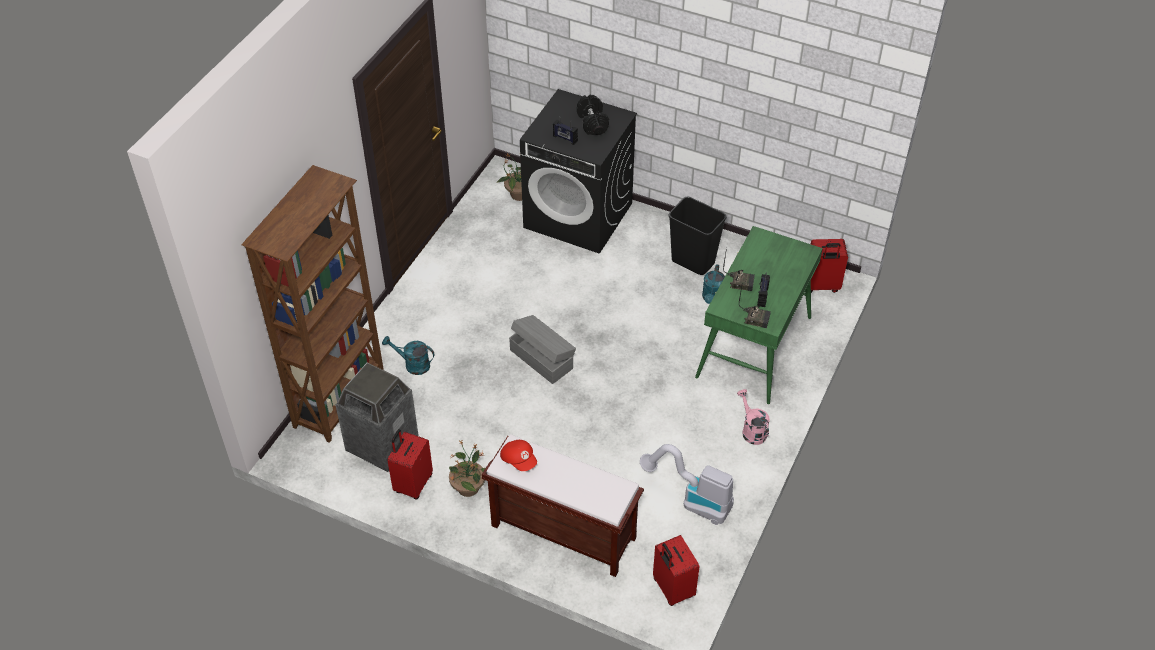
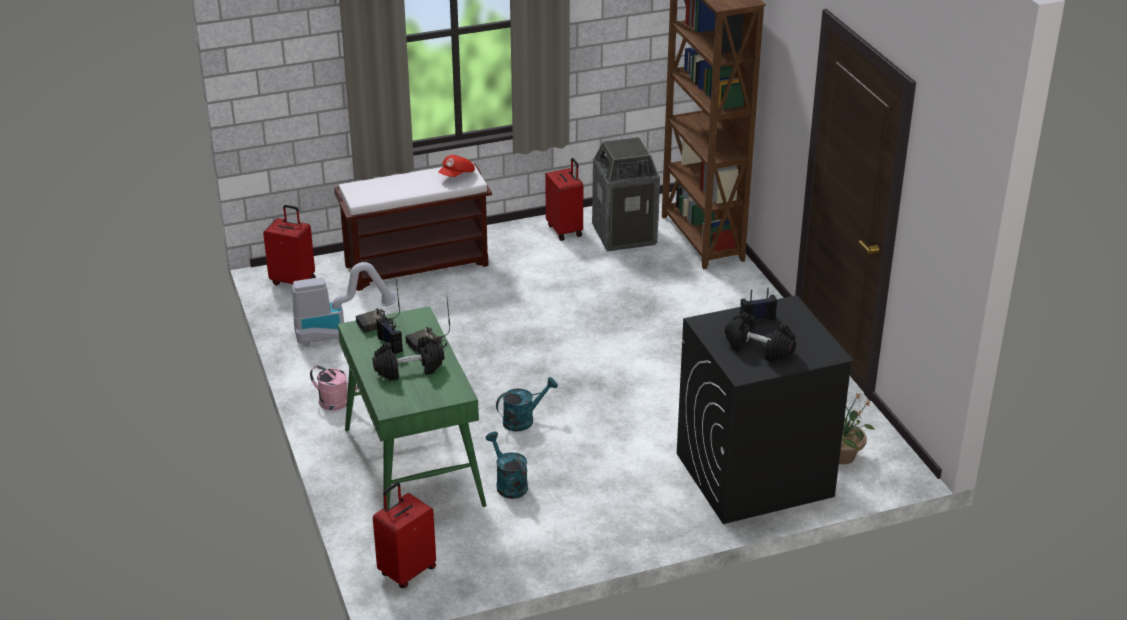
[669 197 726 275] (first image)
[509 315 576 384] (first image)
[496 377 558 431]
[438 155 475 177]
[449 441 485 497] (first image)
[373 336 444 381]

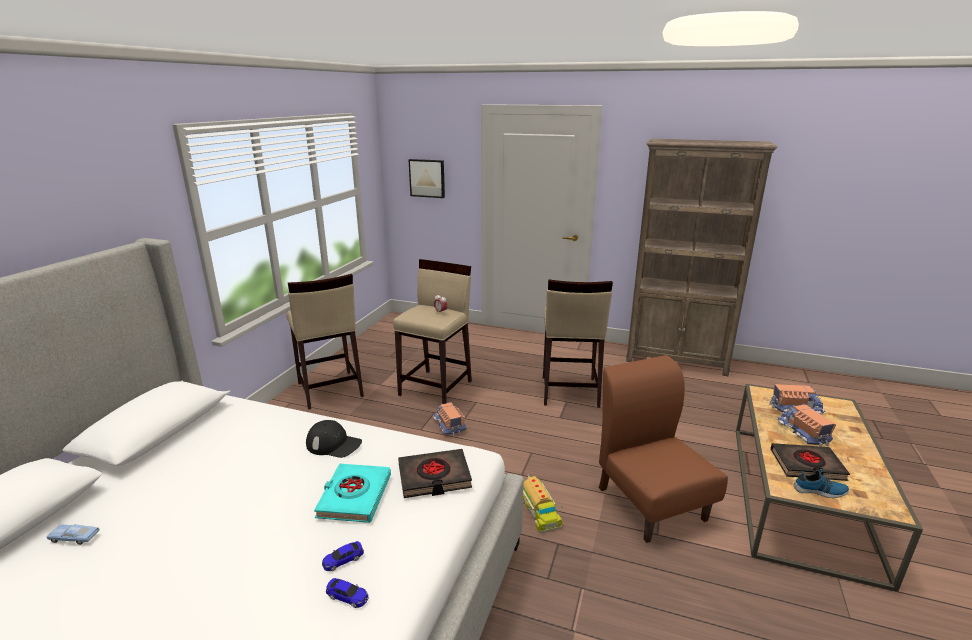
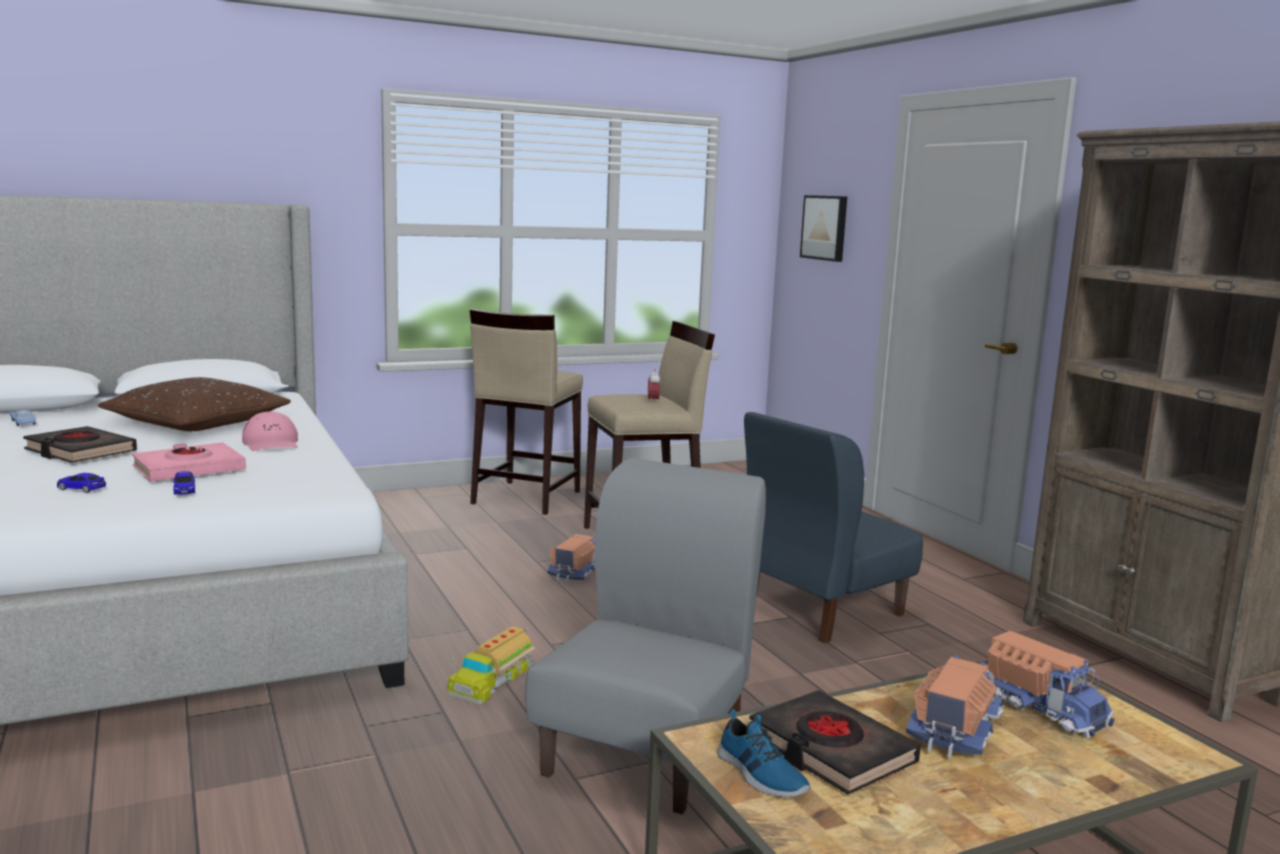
[744 412 923 643]
[525 458 766 815]
[242 412 298 451]
[23 426 137 463]
[132 442 246 482]
[173 471 195 495]
[98 377 291 431]

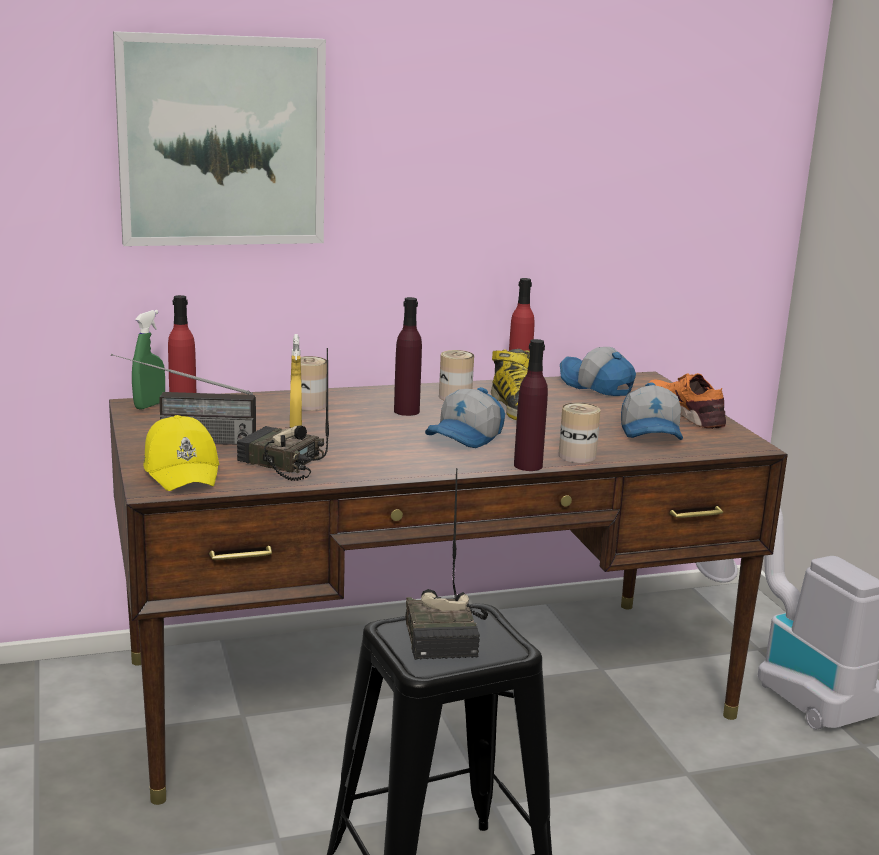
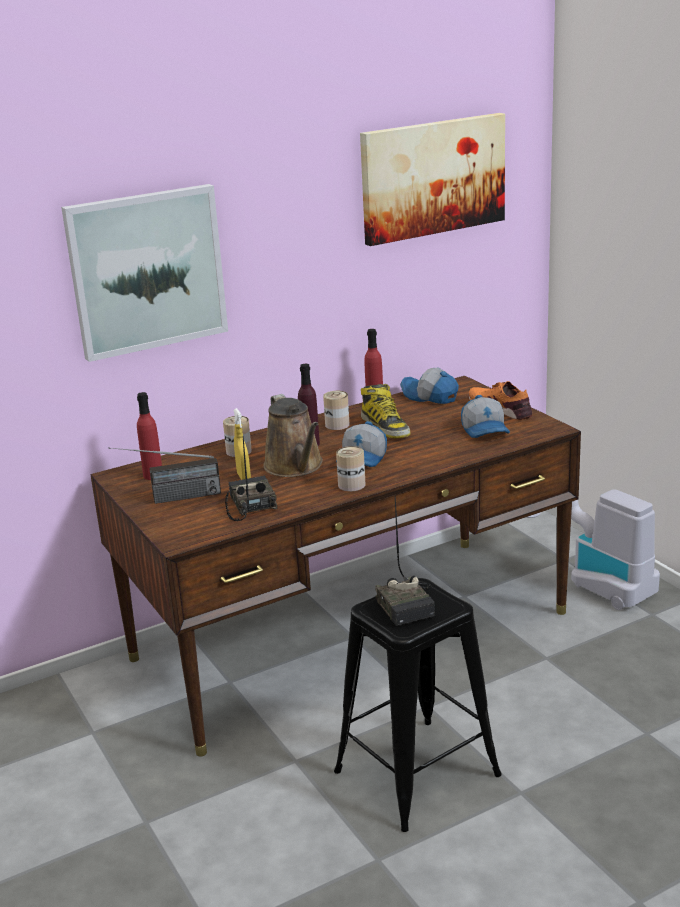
[132 310 165 410] (first image)
[514 339 548 471] (first image)
[225 438 277 521]
[336 446 366 491]
[143 415 220 491] (first image)
[360 113 505 246]
[263 394 323 477]

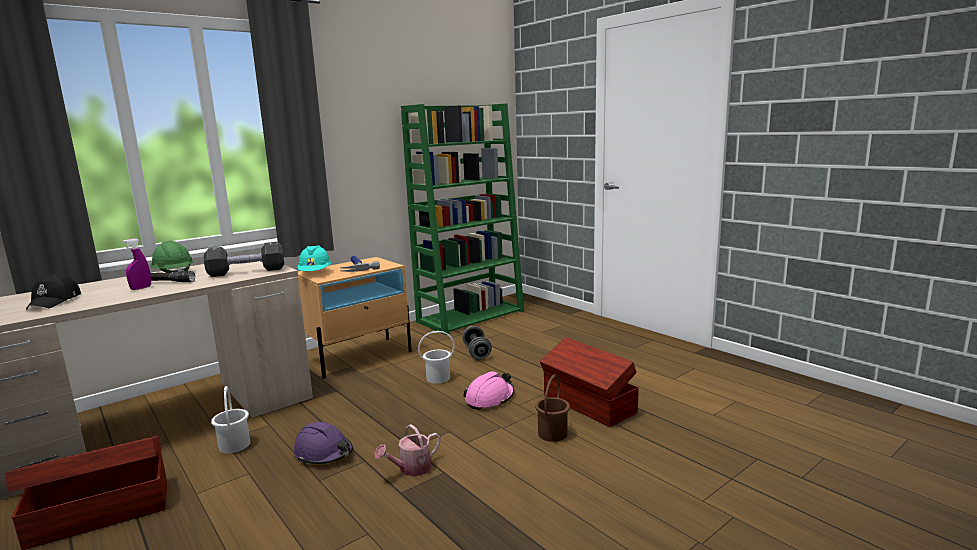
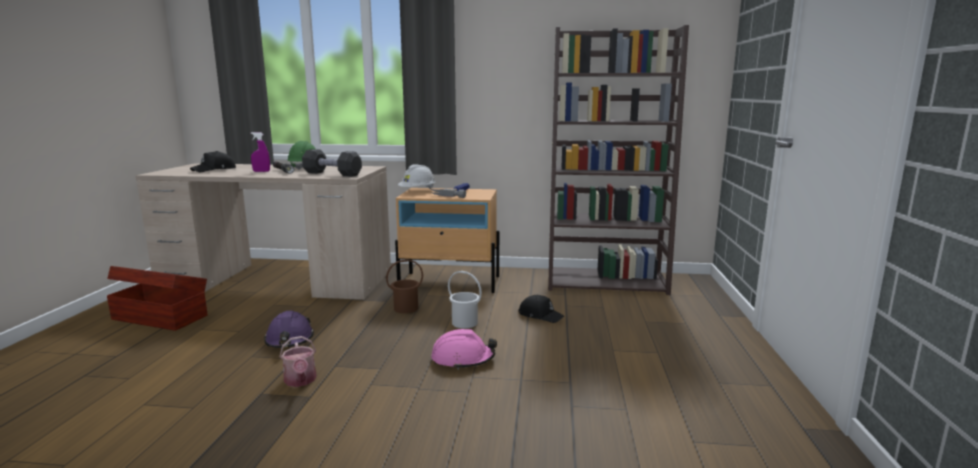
[548 25 689 295]
[398 164 435 189]
[518 295 564 323]
[540 337 639 427] (first image)
[386 259 423 313]
[211 386 250 453] (first image)
[279 336 317 387]

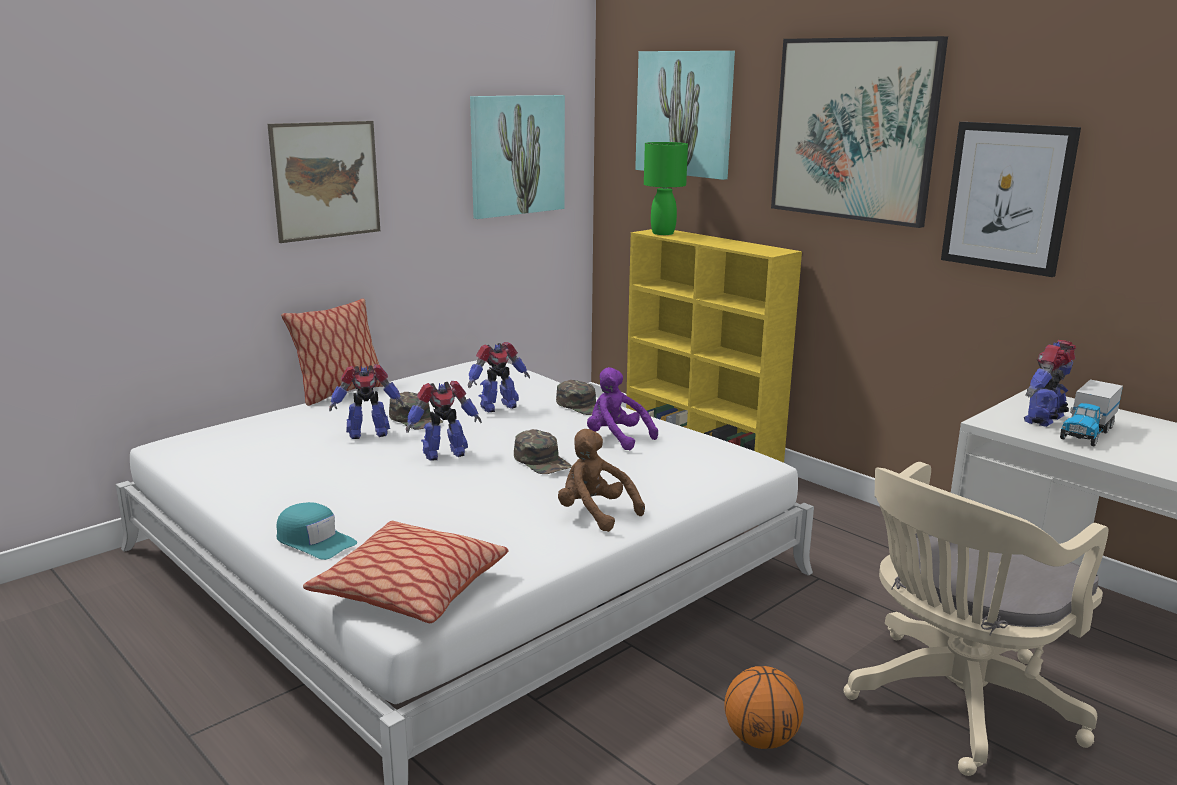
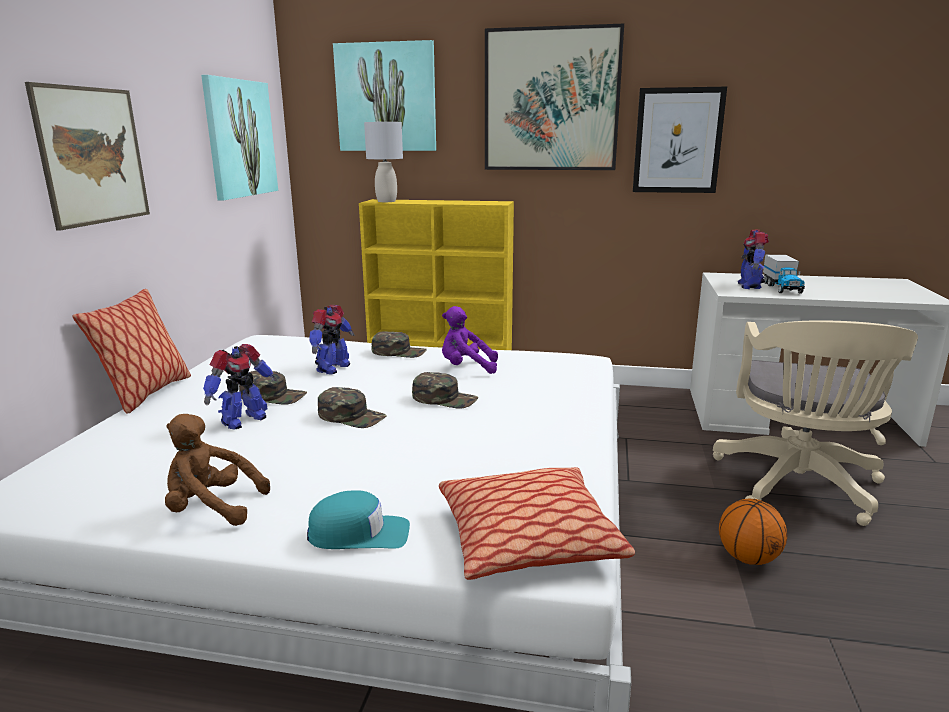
[364 122 403 202]
[318 387 387 428]
[165 414 270 526]

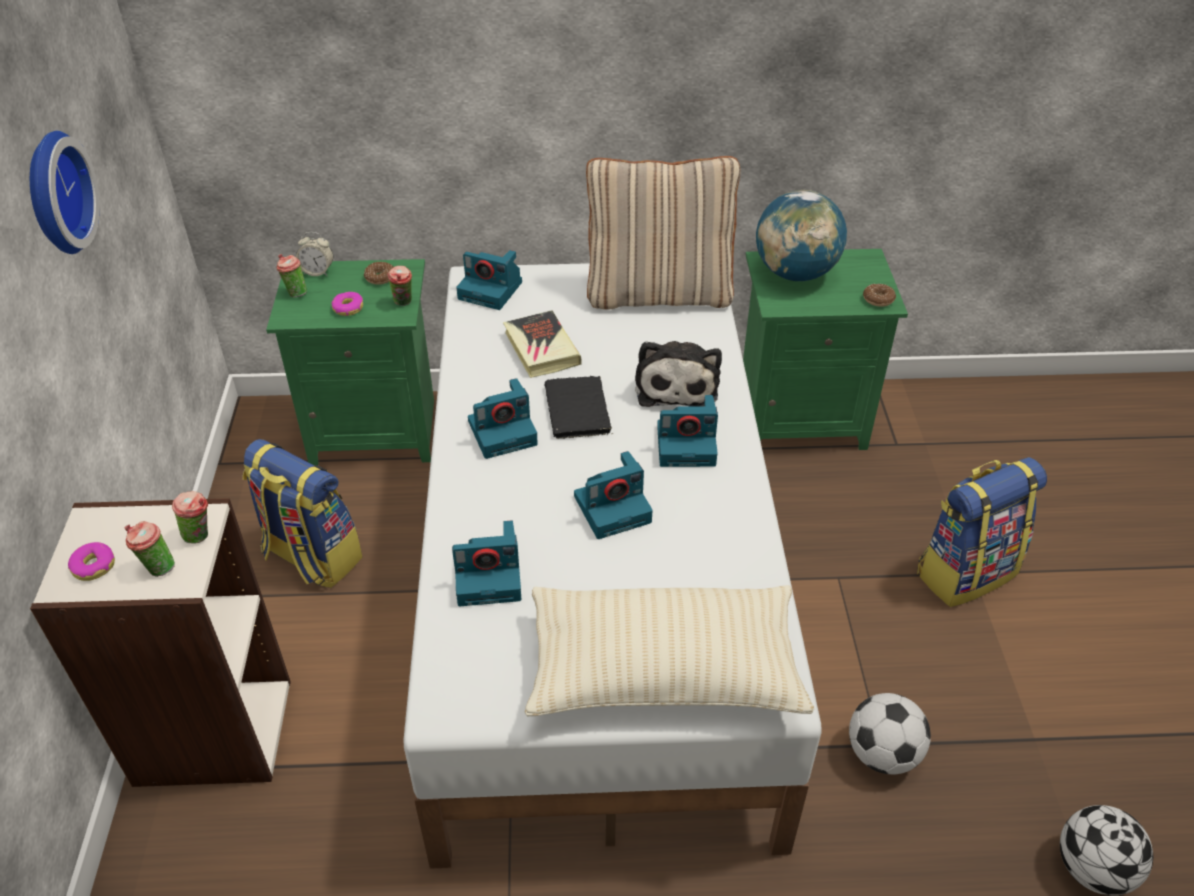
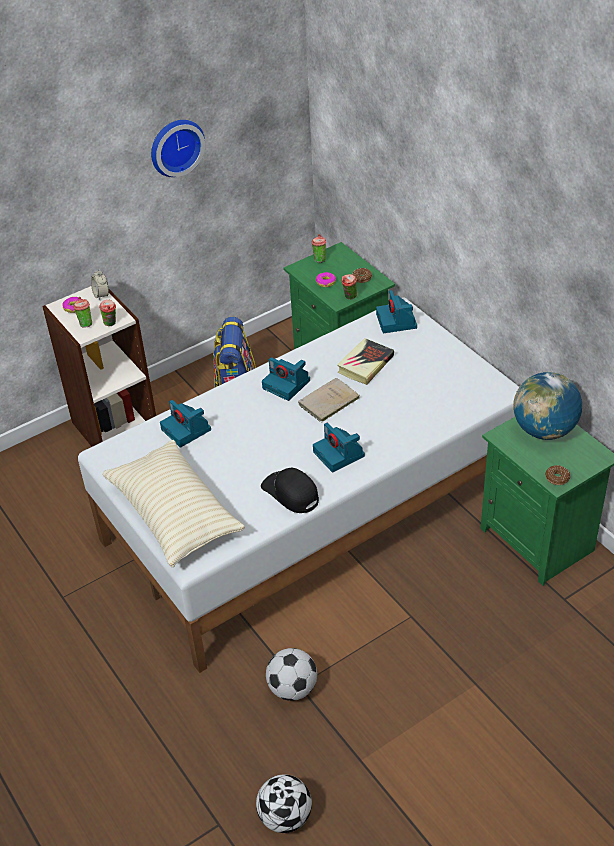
[586 156 740 310] (first image)
[91 269 109 300]
[635 341 722 407] (first image)
[298 378 360 422]
[574 451 653 539] (first image)
[917 457 1047 607] (first image)
[261 468 319 513]

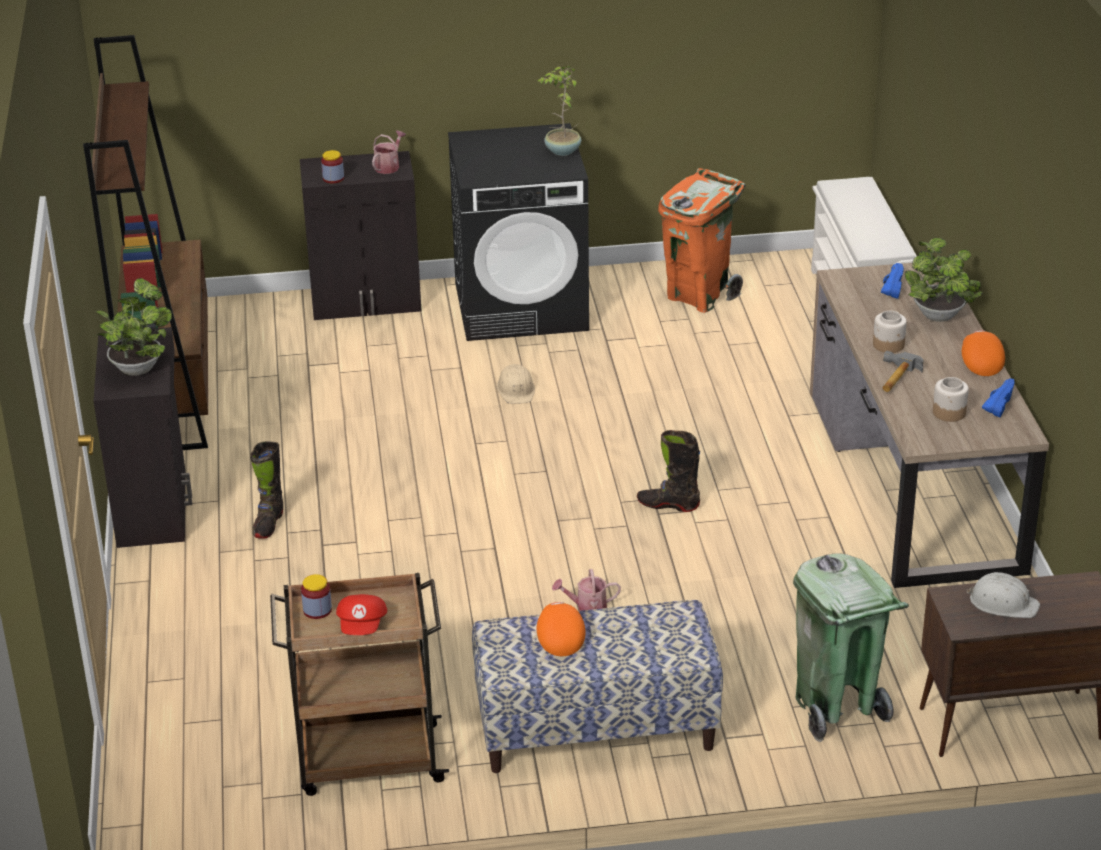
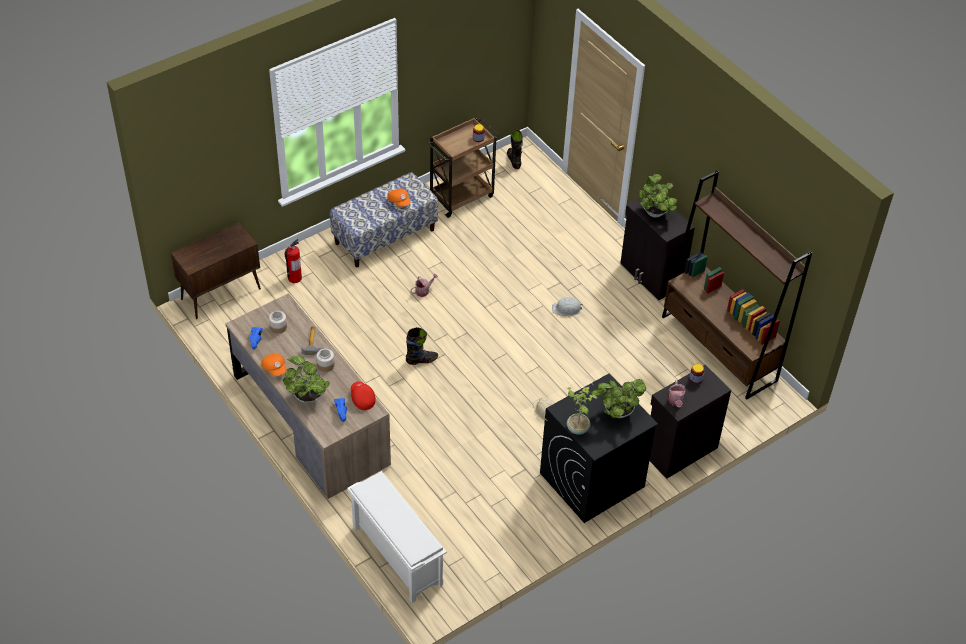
[658 168 745 313] (first image)
[507 130 523 169]
[285 239 302 283]
[552 297 583 316]
[351 382 376 410]
[591 379 646 418]

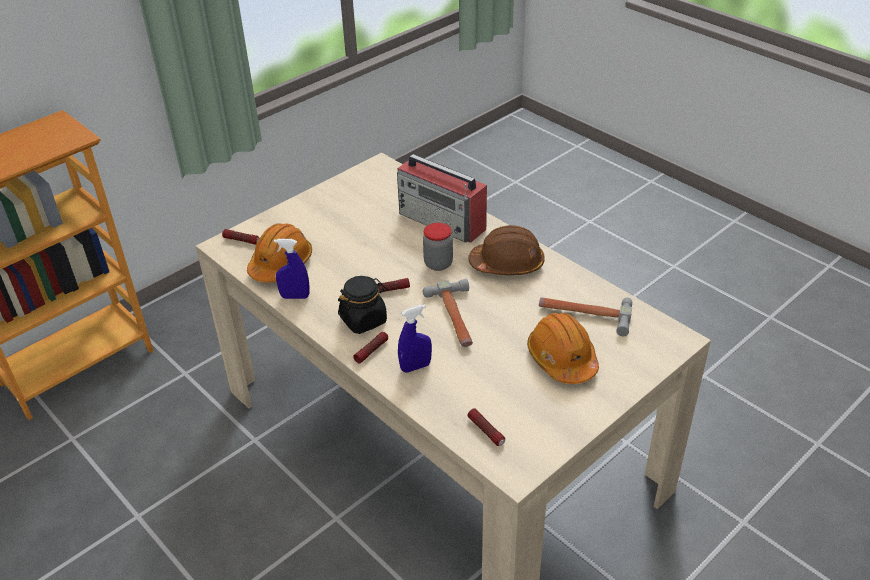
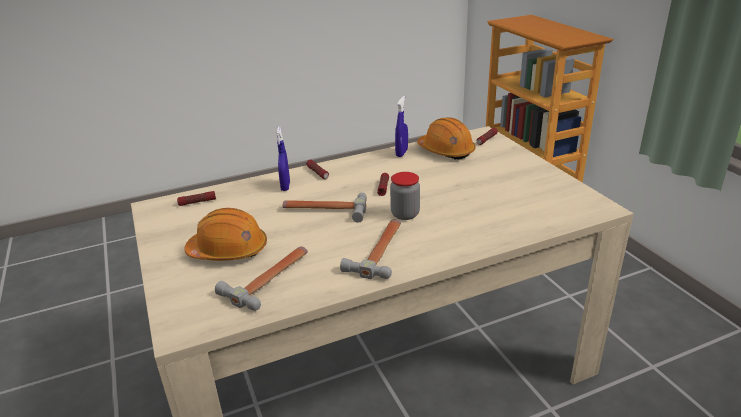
[397 154 487 243] (first image)
[340 220 401 279]
[338 276 387 334] (first image)

